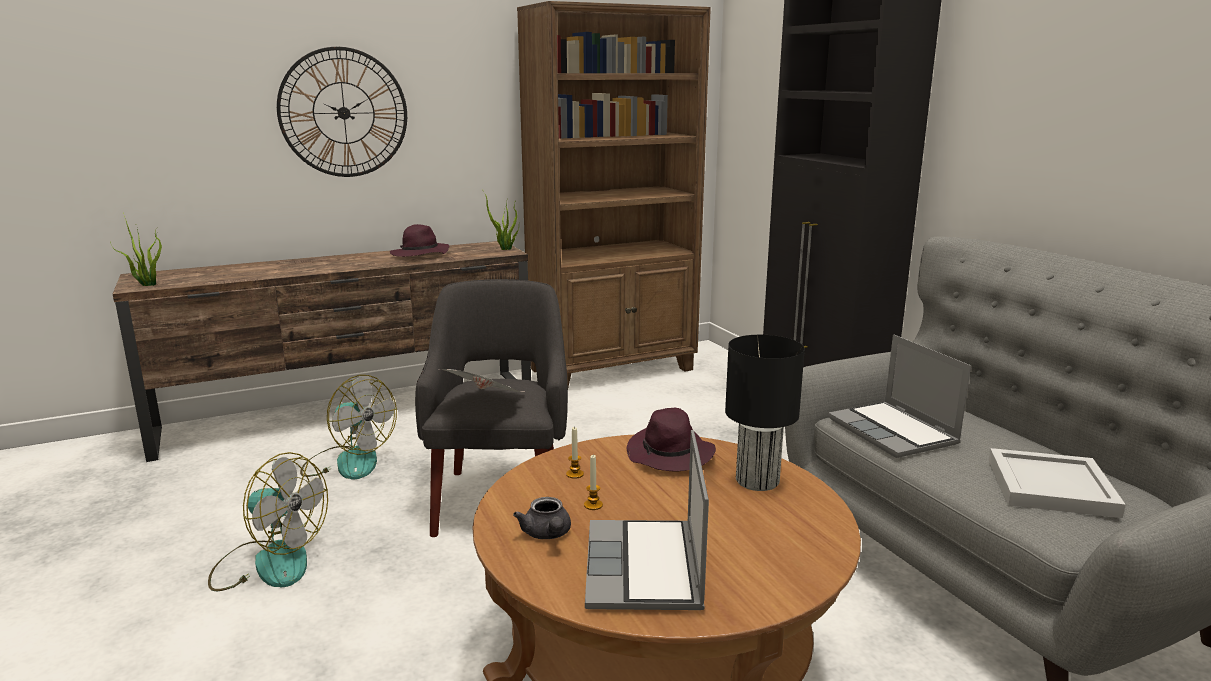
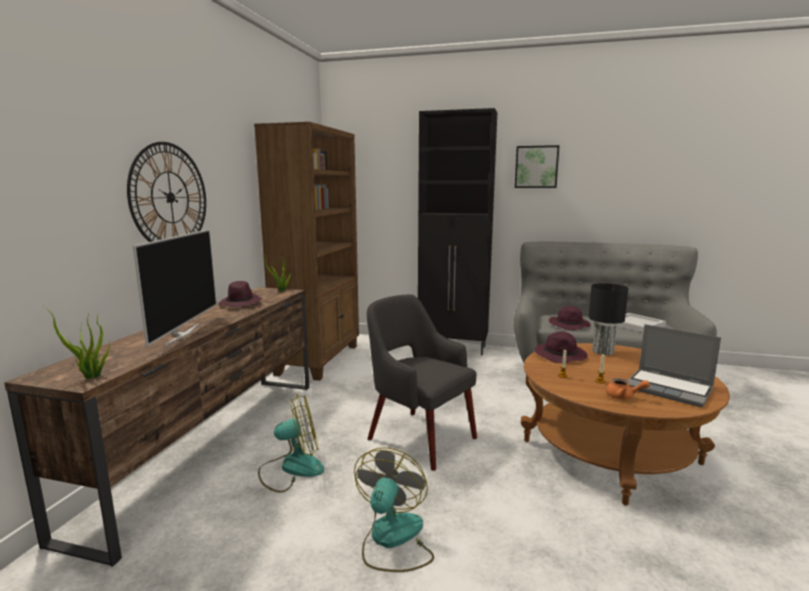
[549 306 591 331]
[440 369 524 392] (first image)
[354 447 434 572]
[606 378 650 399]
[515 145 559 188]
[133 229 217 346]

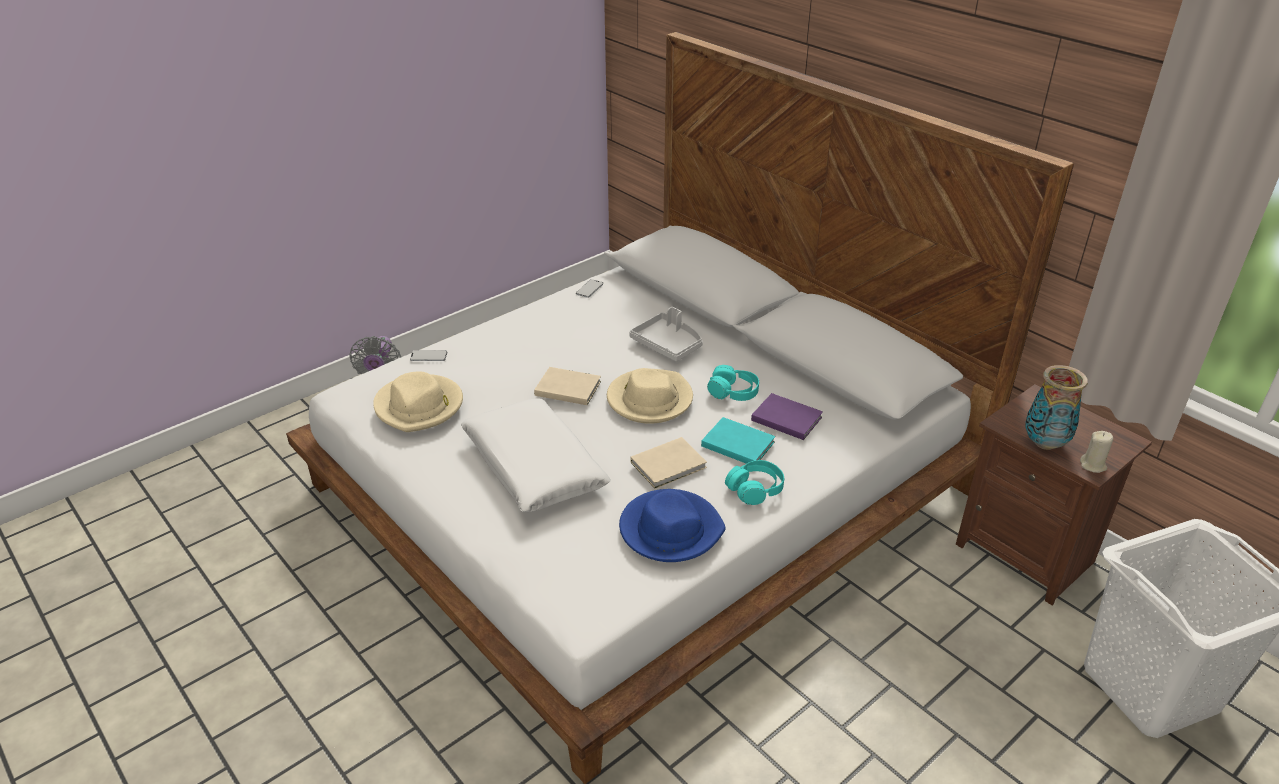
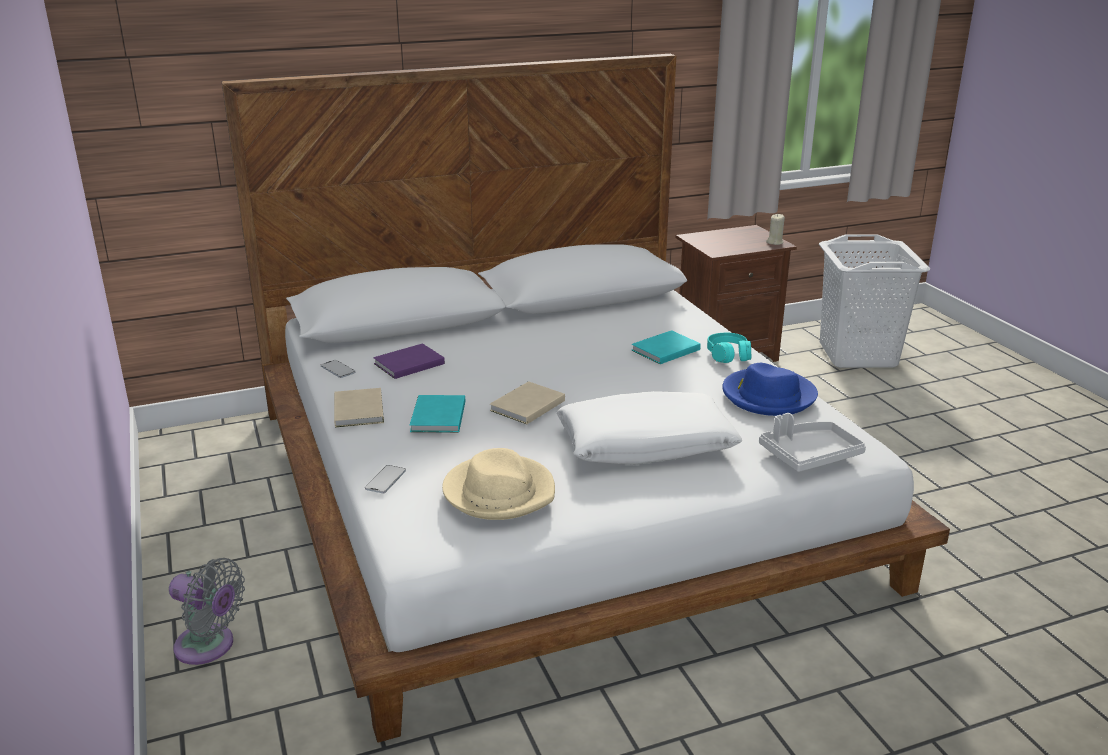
[759 413 866 472]
[707 365 759 401] (first image)
[1025 365 1088 450] (first image)
[607 368 693 424] (first image)
[373 343 445 379]
[334 388 384 428]
[410 395 465 433]

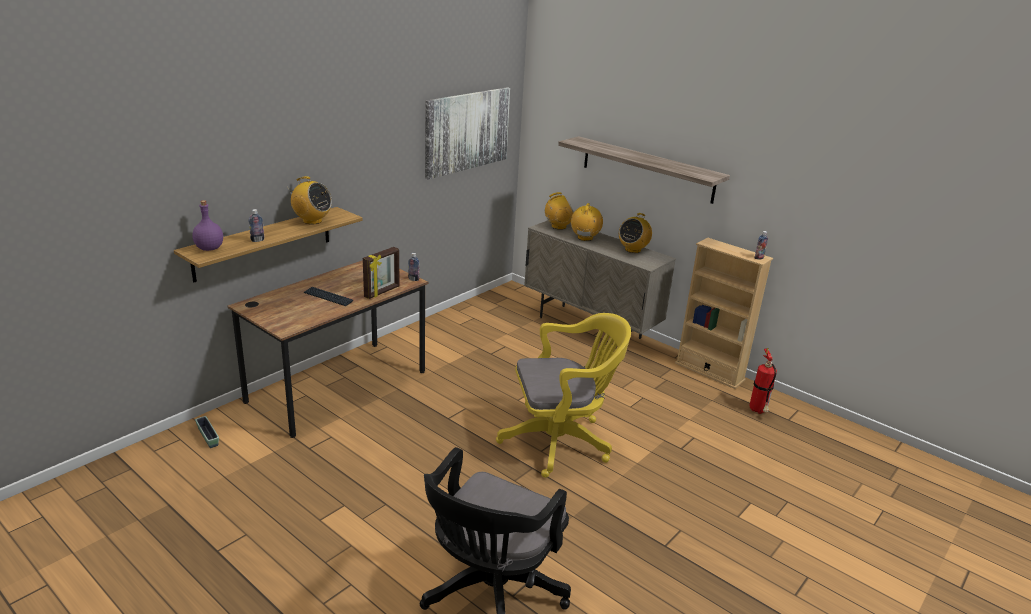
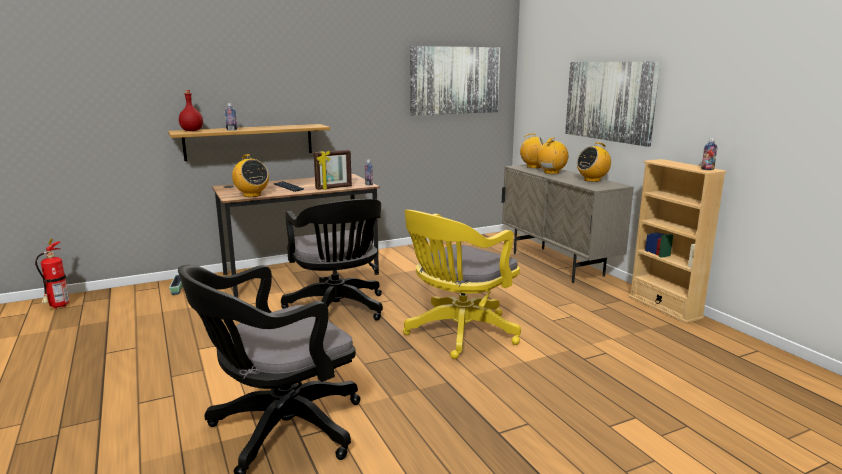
[565 62 660 147]
[232 154 269 197]
[179 90 203 131]
[403 210 521 359]
[35 239 69 309]
[281 199 383 321]

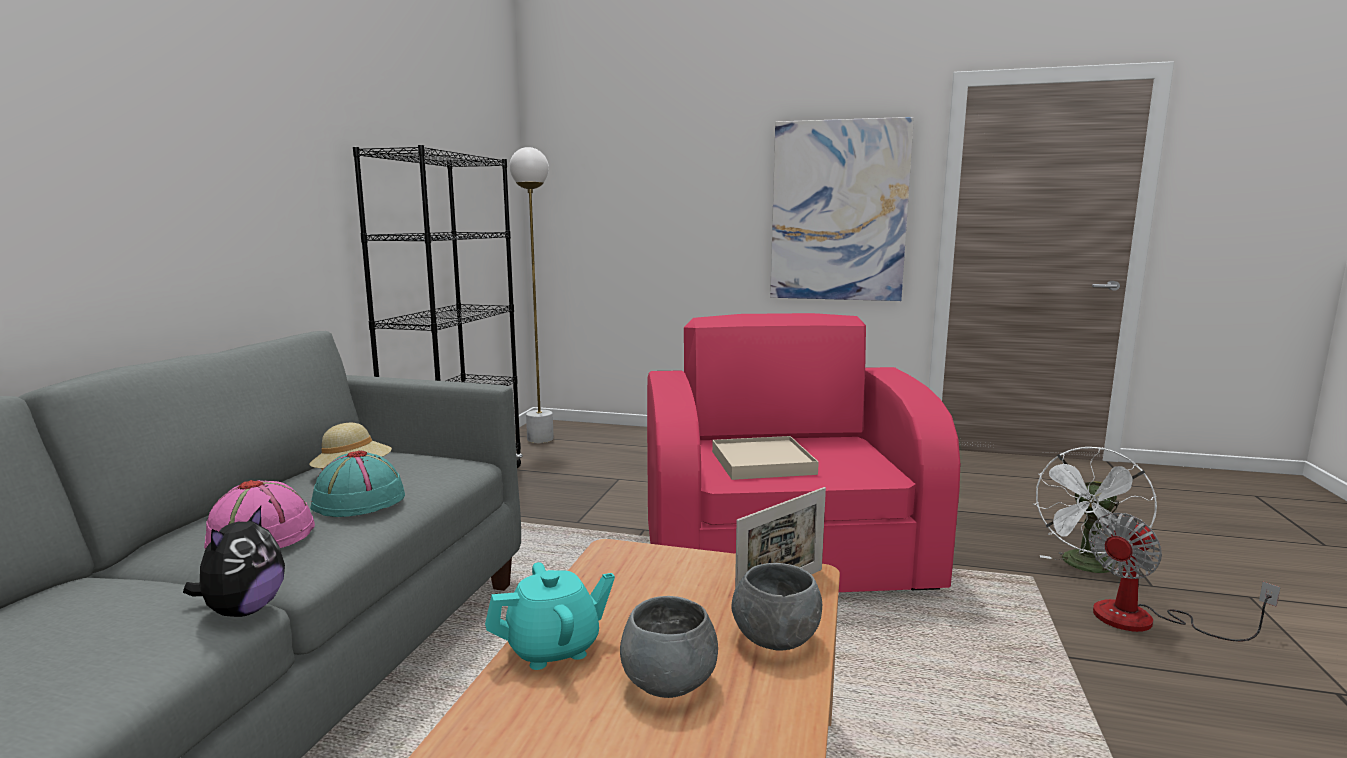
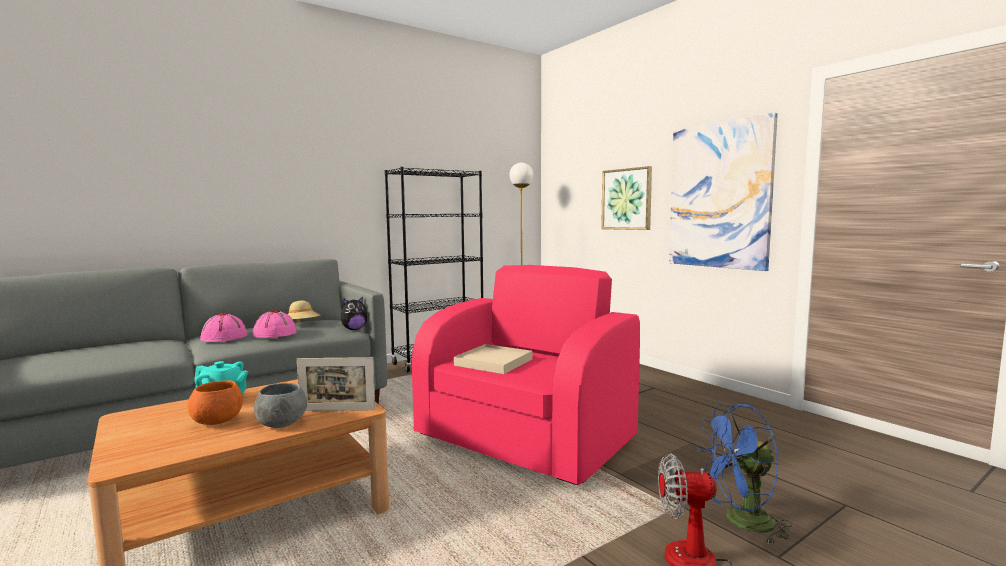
[697 404 792 544]
[252 310 297 338]
[341 297 367 330]
[188 380 243 425]
[601 166 652 230]

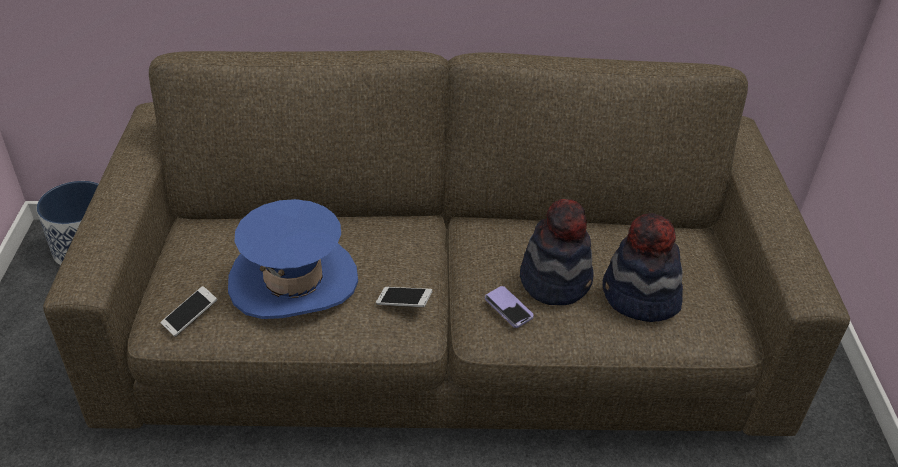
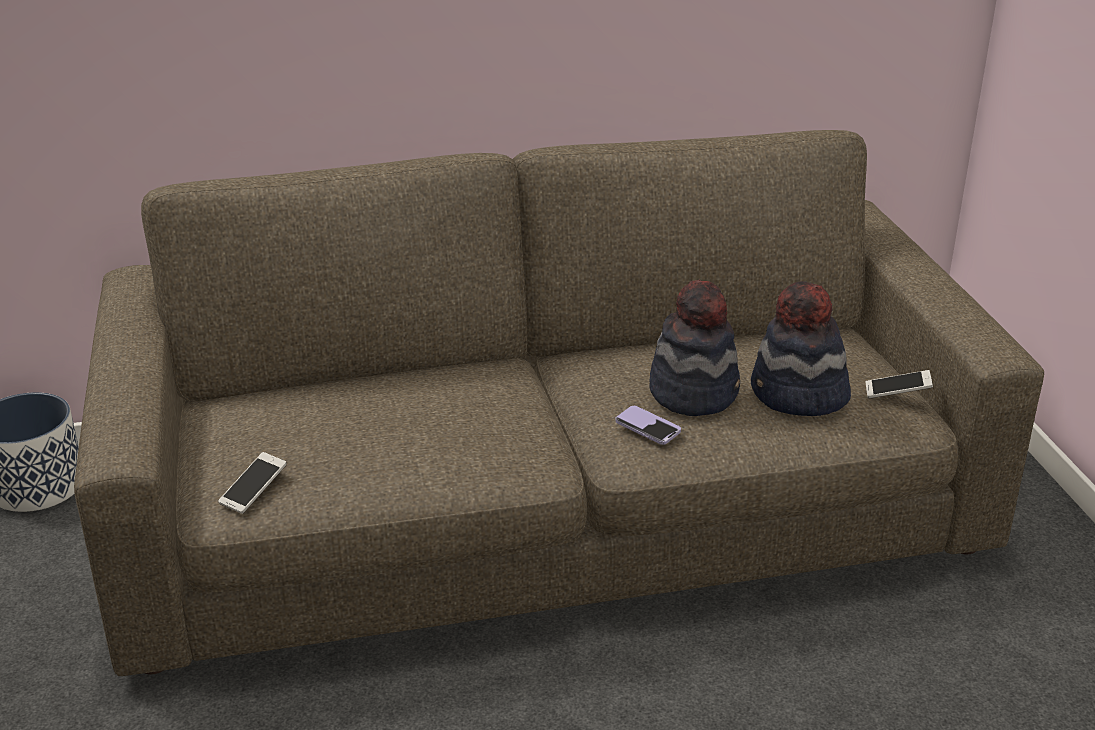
[228 199 358 319] (first image)
[865 370 933 398]

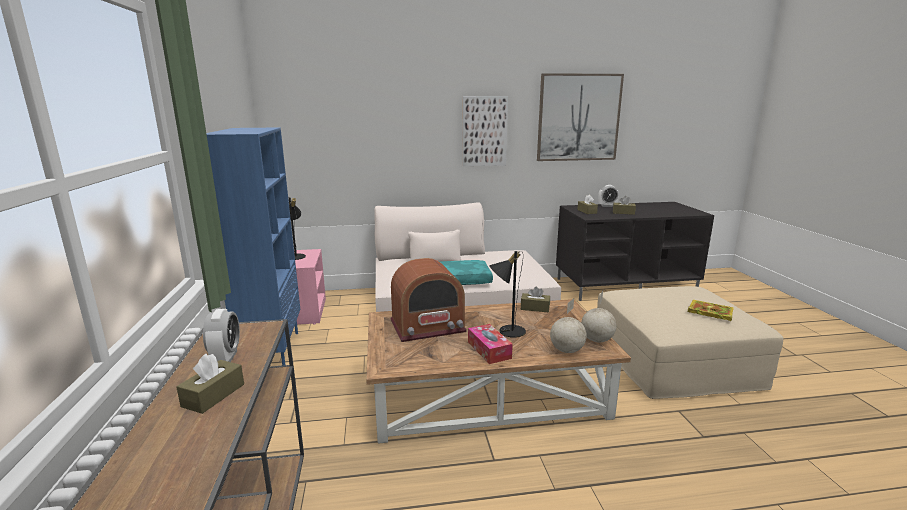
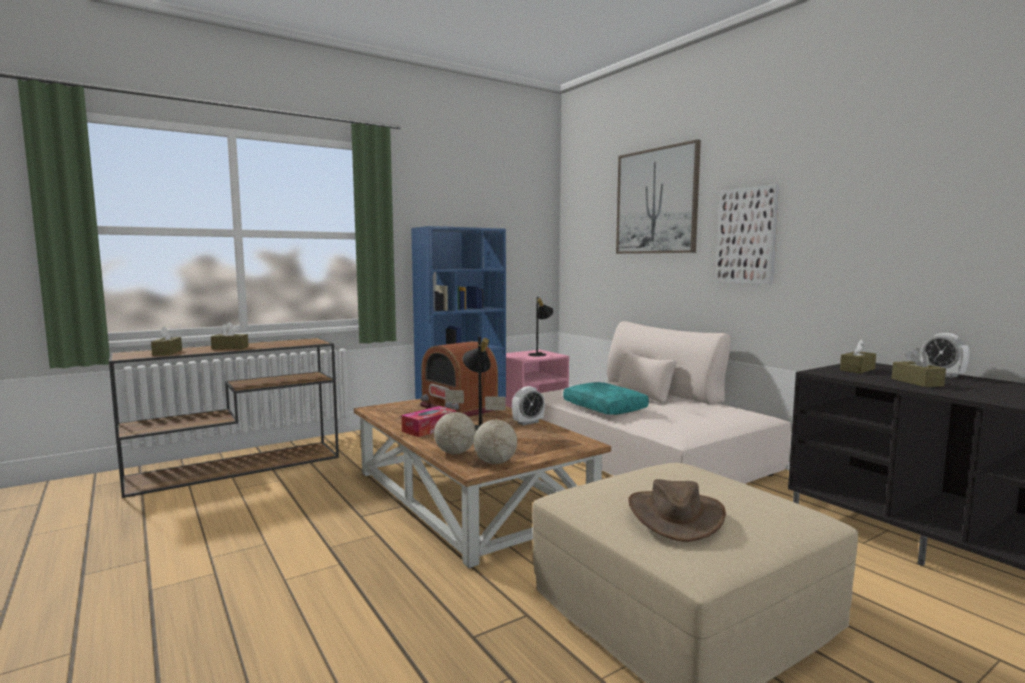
[616 139 701 254]
[151 326 182 356]
[628 479 726 542]
[512 386 545 425]

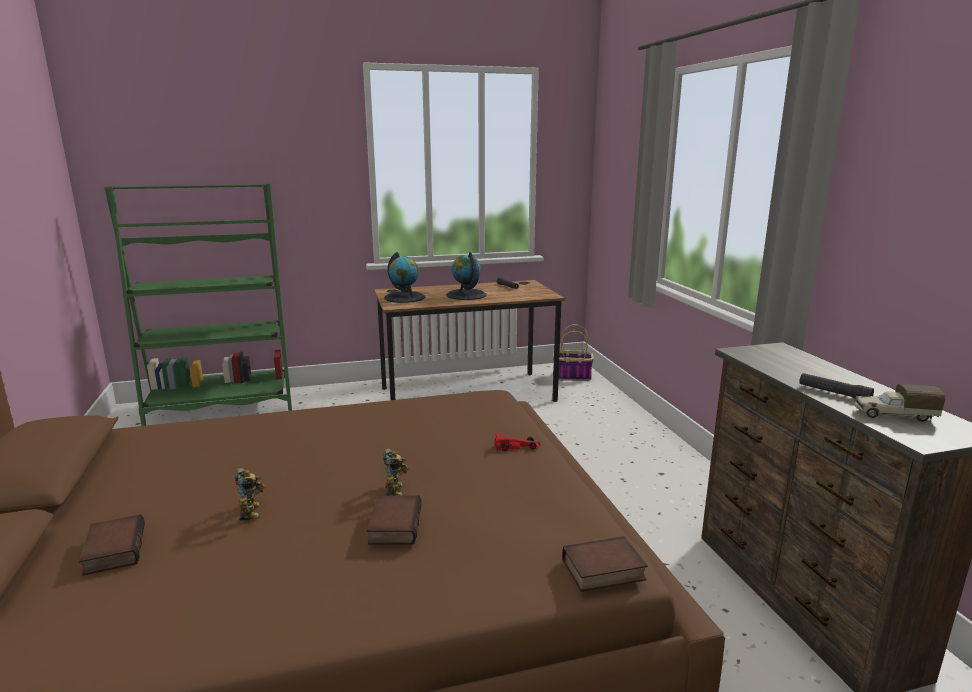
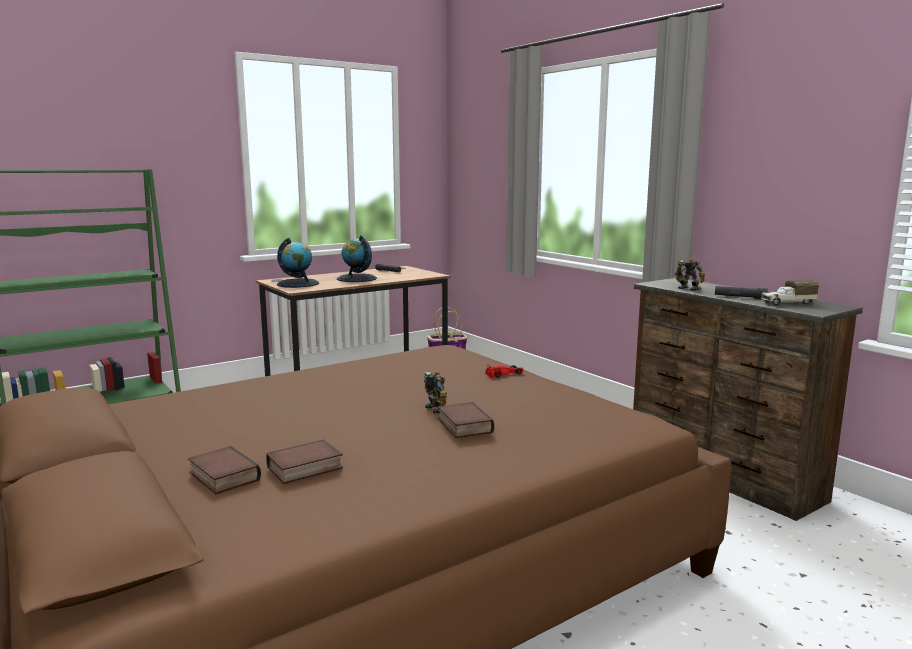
[674 259 705 291]
[266 440 343 484]

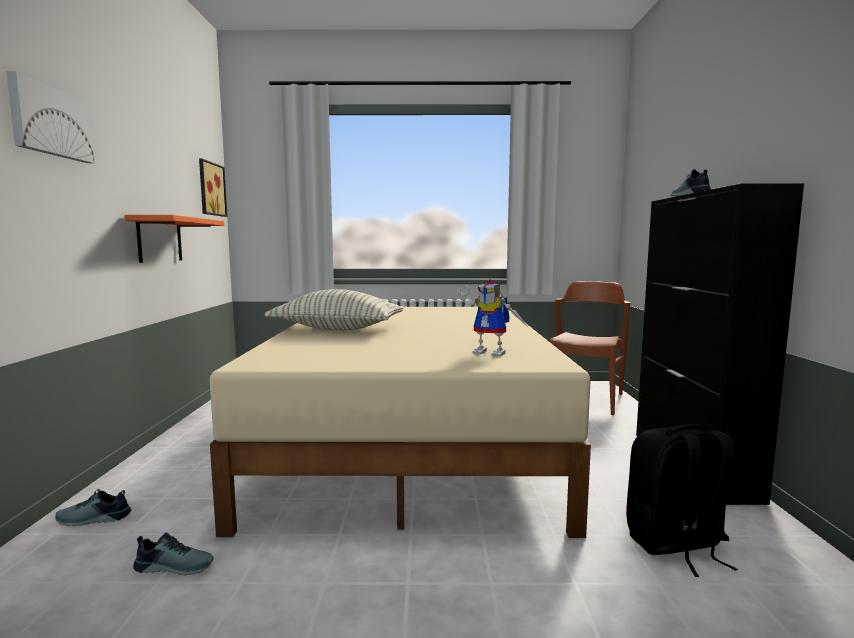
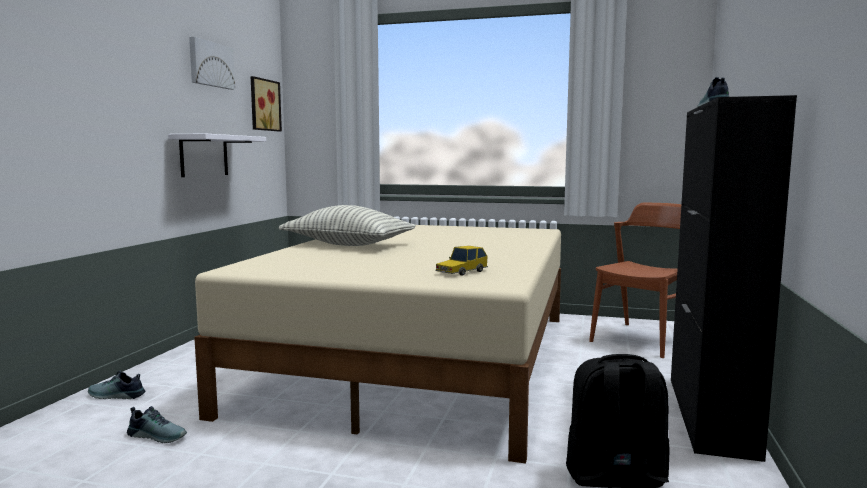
[189 37 235 90]
[168 133 266 177]
[435 246 488 276]

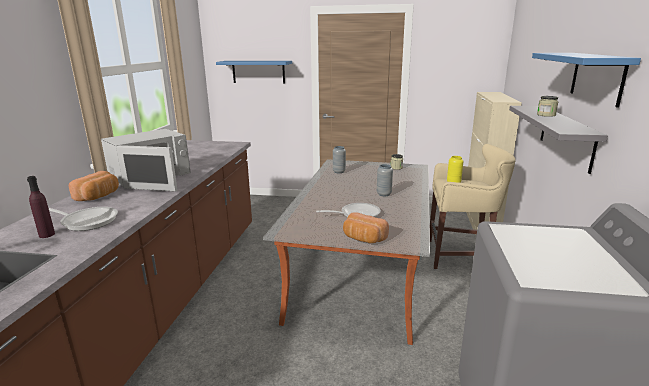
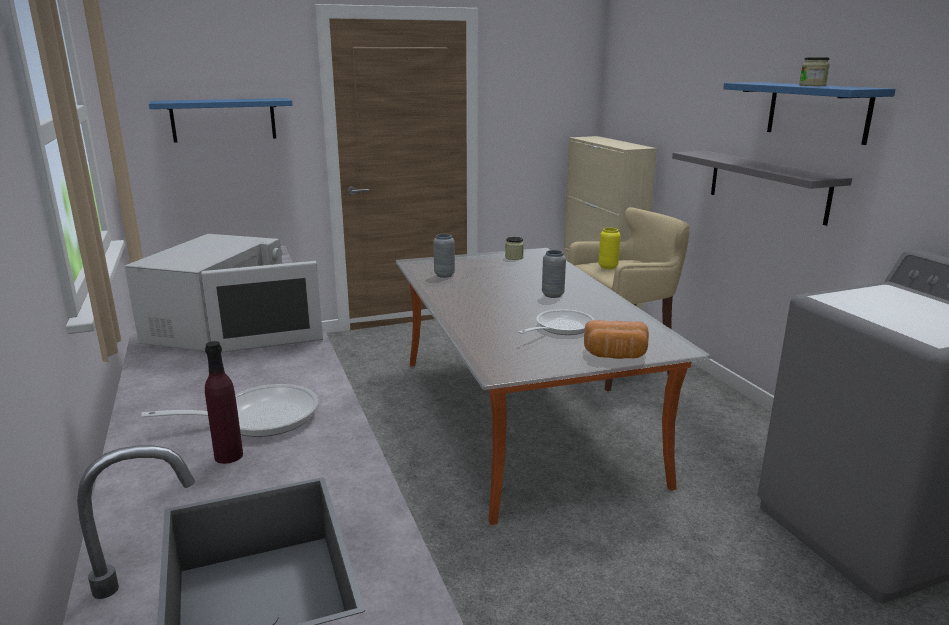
[799 57 830 86]
[69 171 119 201] (first image)

